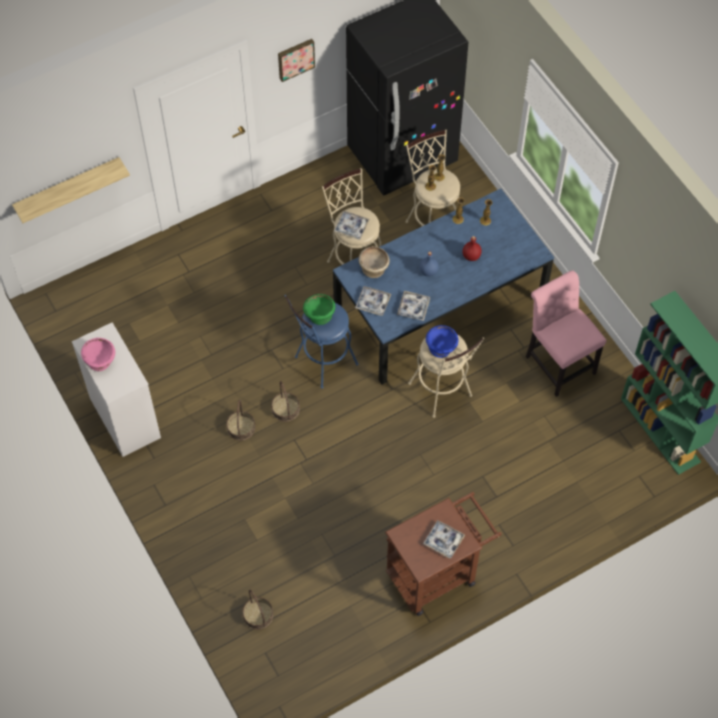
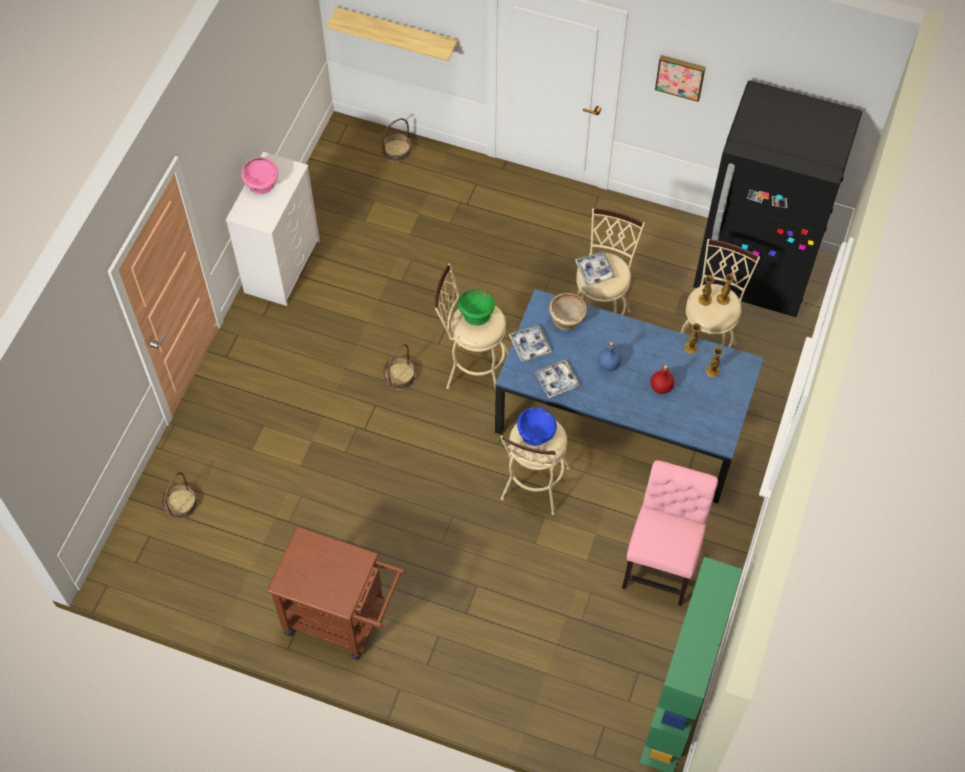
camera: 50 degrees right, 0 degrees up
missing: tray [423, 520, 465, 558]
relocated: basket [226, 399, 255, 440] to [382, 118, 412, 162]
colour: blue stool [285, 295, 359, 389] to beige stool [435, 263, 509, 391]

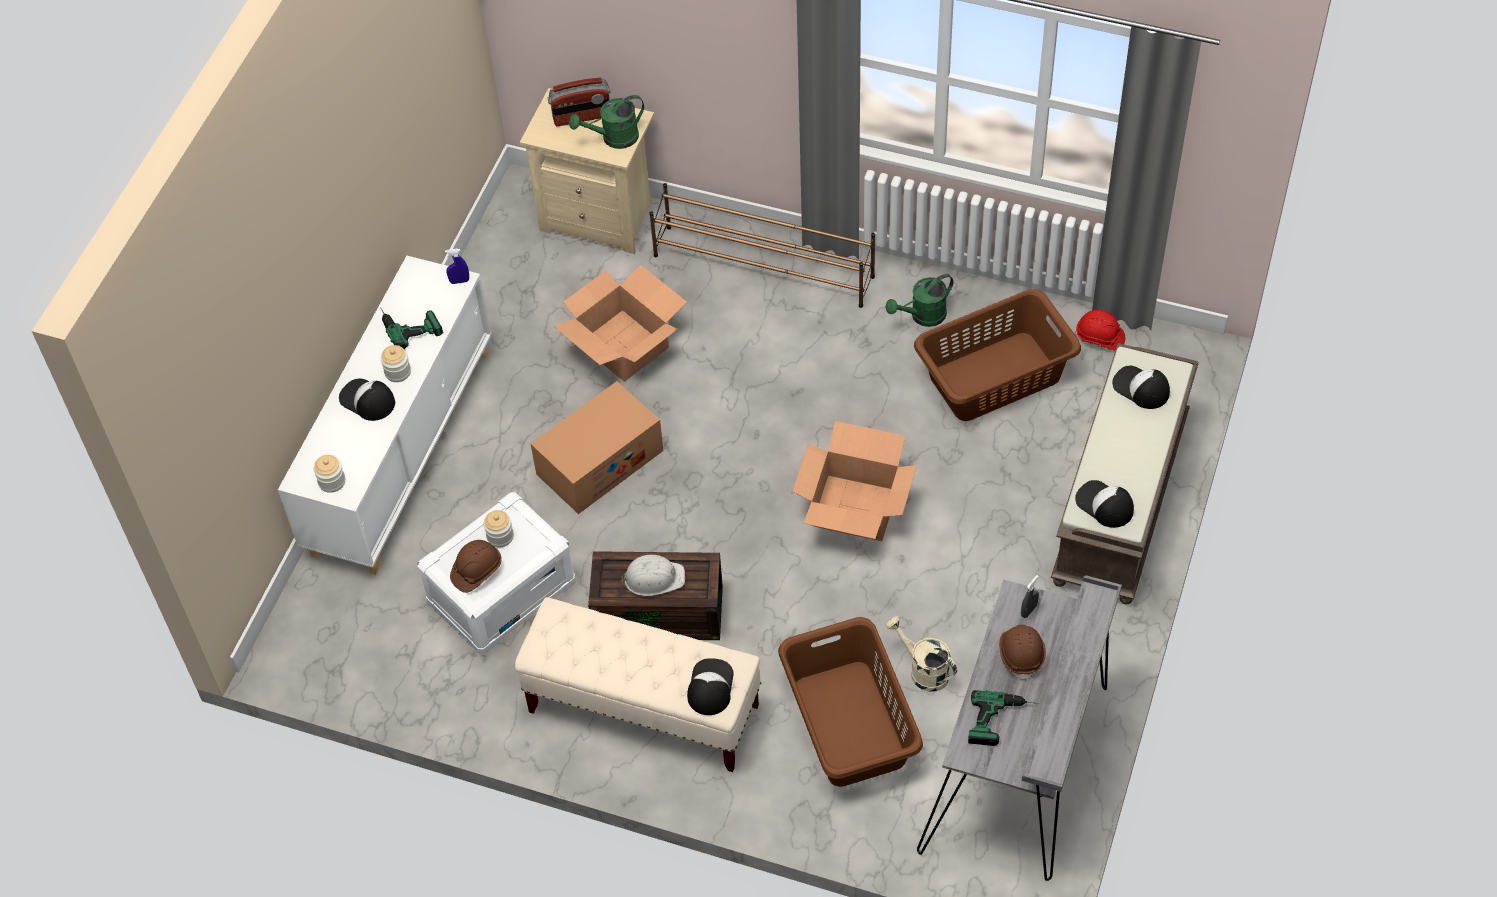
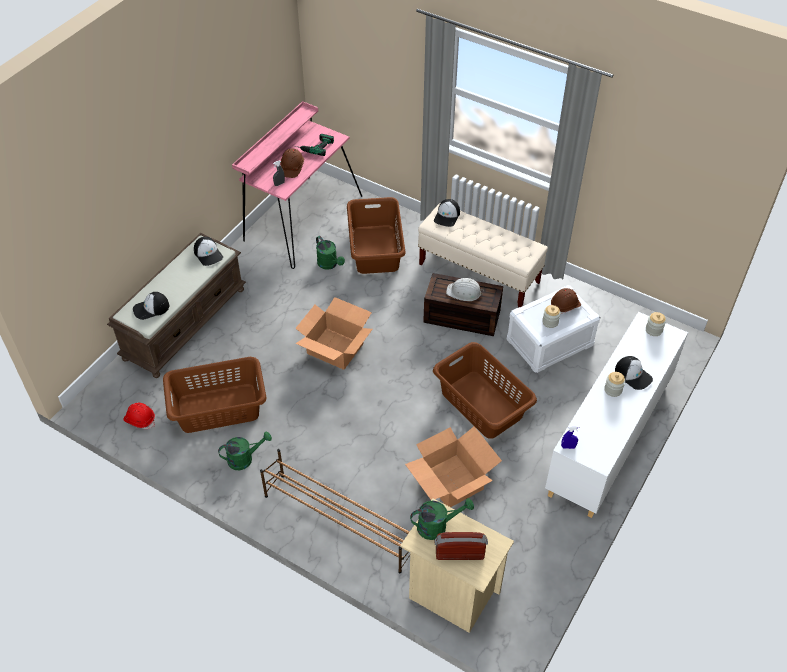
camera: 170 degrees left, 5 degrees down
missing: power drill [380, 307, 443, 349]
exchanged: cardboard box [531, 381, 663, 514] to brown laundry basket [433, 342, 537, 439]
colour: grey desk [917, 575, 1122, 881] to pink desk [232, 101, 362, 269]; beige watering can [886, 616, 957, 692] to green watering can [316, 236, 345, 270]
spun: cap [1112, 366, 1170, 409] = [133, 292, 169, 320] 105 degrees clockwise

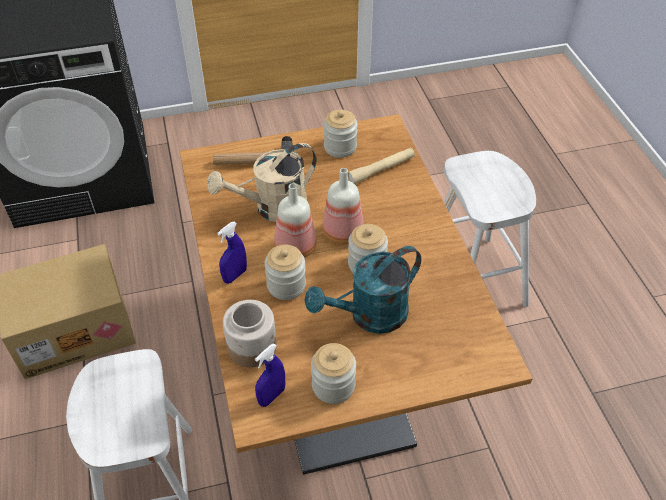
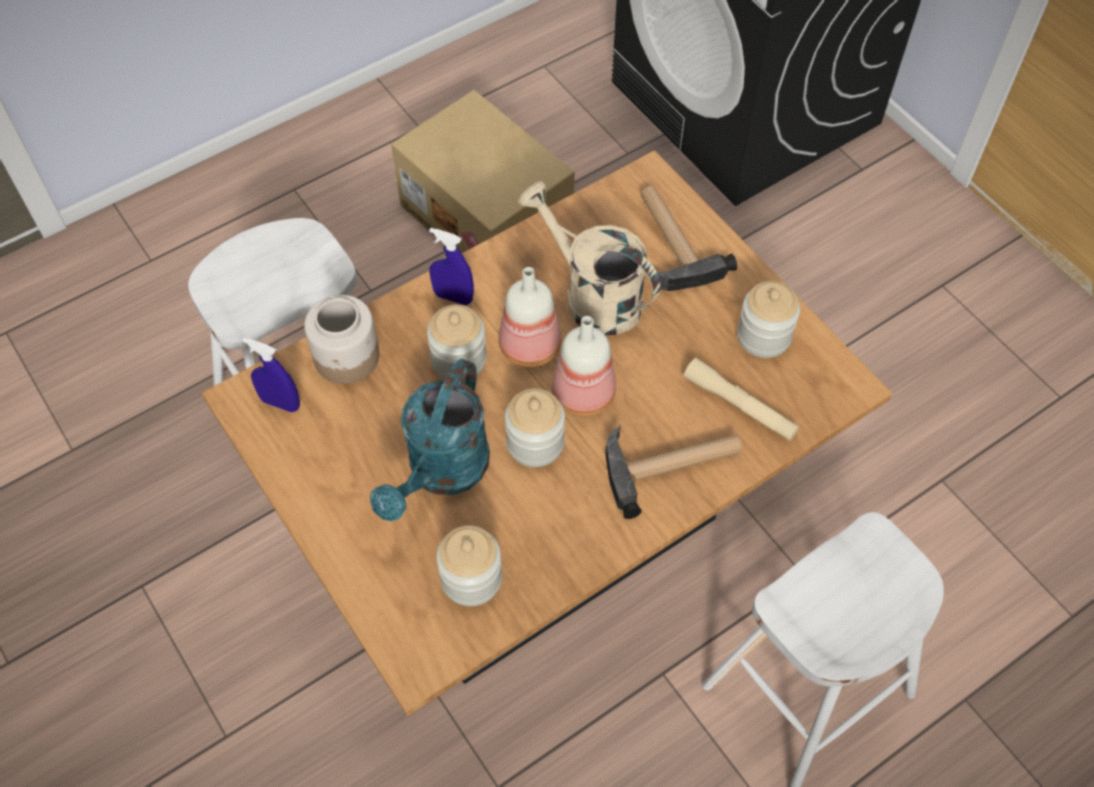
camera: 70 degrees right, 10 degrees up
appeared: hammer [605, 425, 741, 519]
relocated: jar [311, 343, 356, 404] to [436, 525, 502, 606]
spun: turquoise watering can [304, 246, 421, 334] = [370, 359, 490, 521] 105 degrees counterclockwise

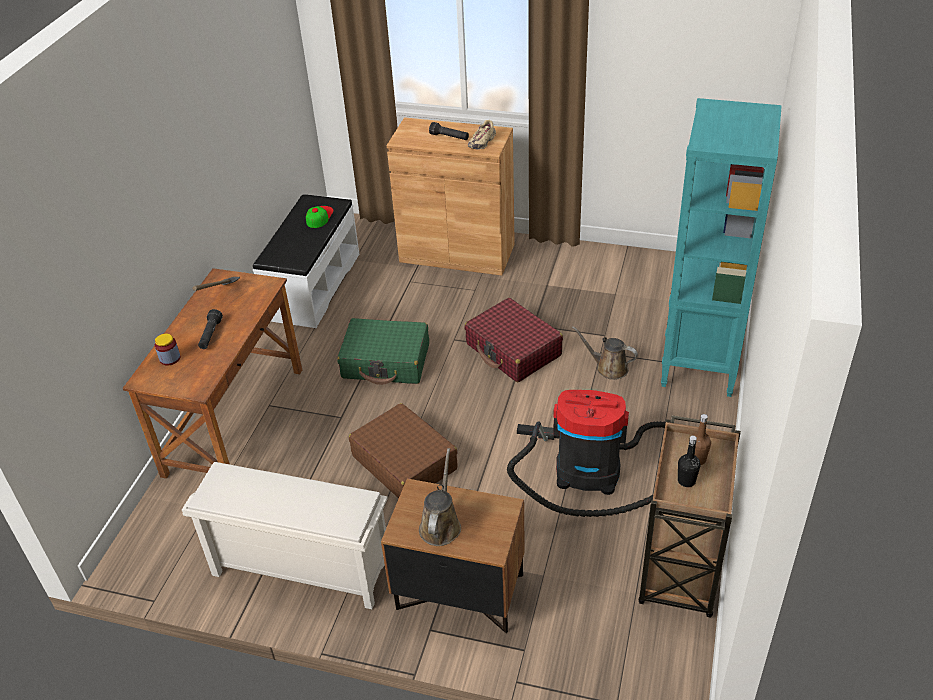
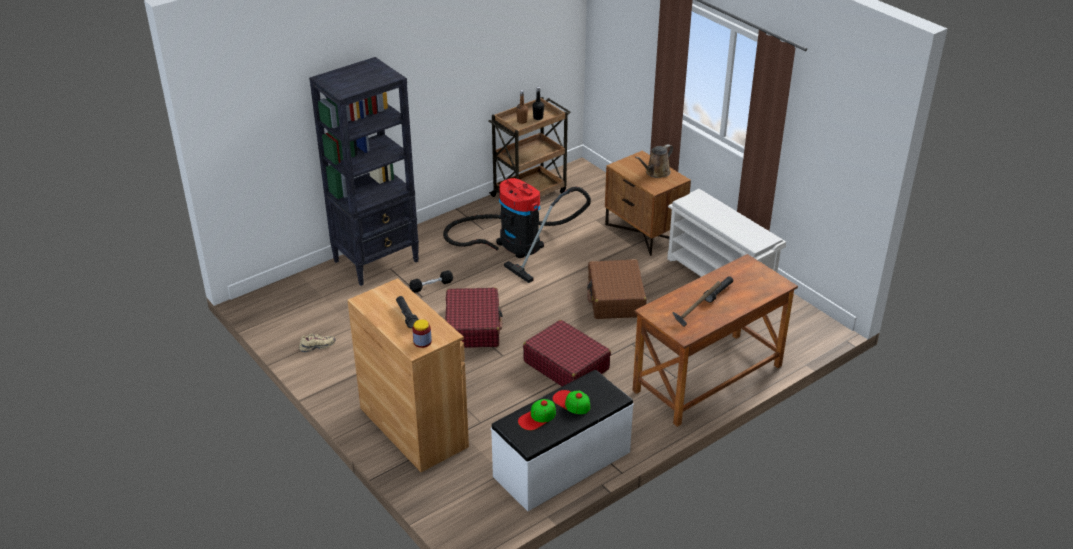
camera: 145 degrees left, 5 degrees down
appeared: cap [553, 390, 590, 414]
relocated: beige shoe [468, 120, 496, 150] to [299, 333, 336, 352]; jar [155, 333, 180, 365] to [412, 320, 432, 348]
exchanged: brown watering can [572, 326, 638, 380] to black dumbbell [409, 270, 453, 293]
colour: turquoise bookcase [661, 98, 782, 397] to black bookcase [309, 57, 419, 286]; green suitcase [337, 318, 429, 385] to red suitcase [523, 320, 611, 386]

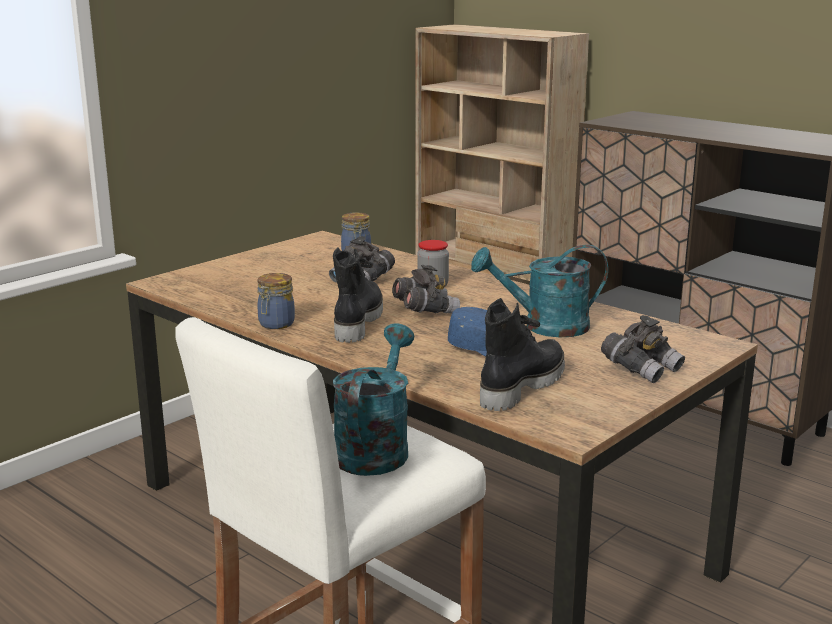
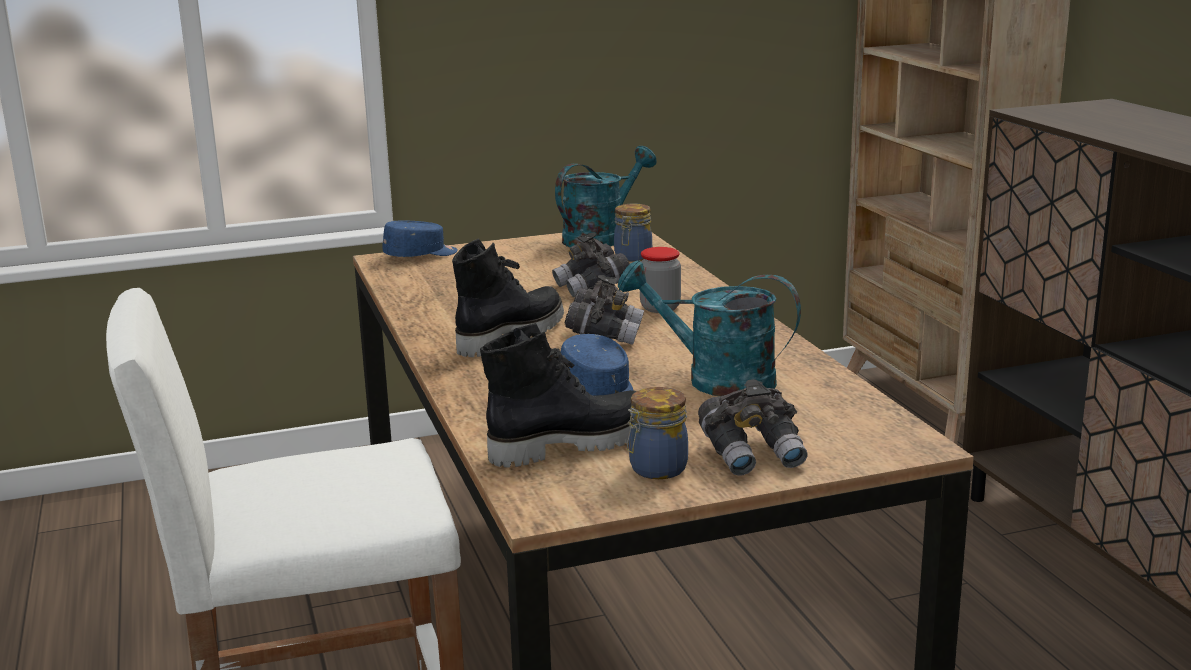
camera: 30 degrees right, 0 degrees up
appeared: blue cap [383, 221, 458, 257]
relocated: turquoise watering can [333, 323, 414, 476] to [555, 146, 657, 247]; jar [257, 273, 295, 329] to [627, 387, 688, 479]

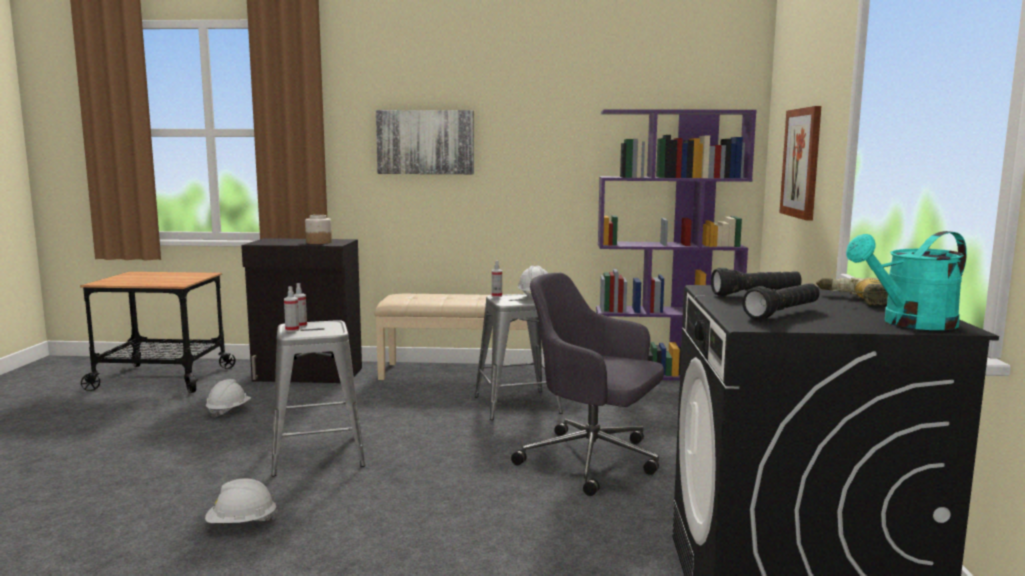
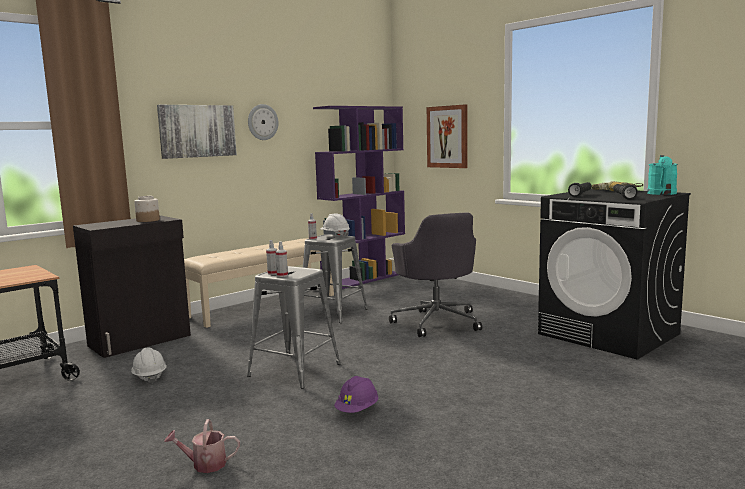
camera: 45 degrees left, 0 degrees up
appeared: watering can [164, 419, 240, 473]; wall clock [248, 104, 279, 140]
colour: white hard hat [205, 478, 277, 523] to purple hard hat [334, 376, 378, 413]
spun: grey office chair [511, 273, 664, 496] = [389, 213, 482, 337] 90 degrees counterclockwise

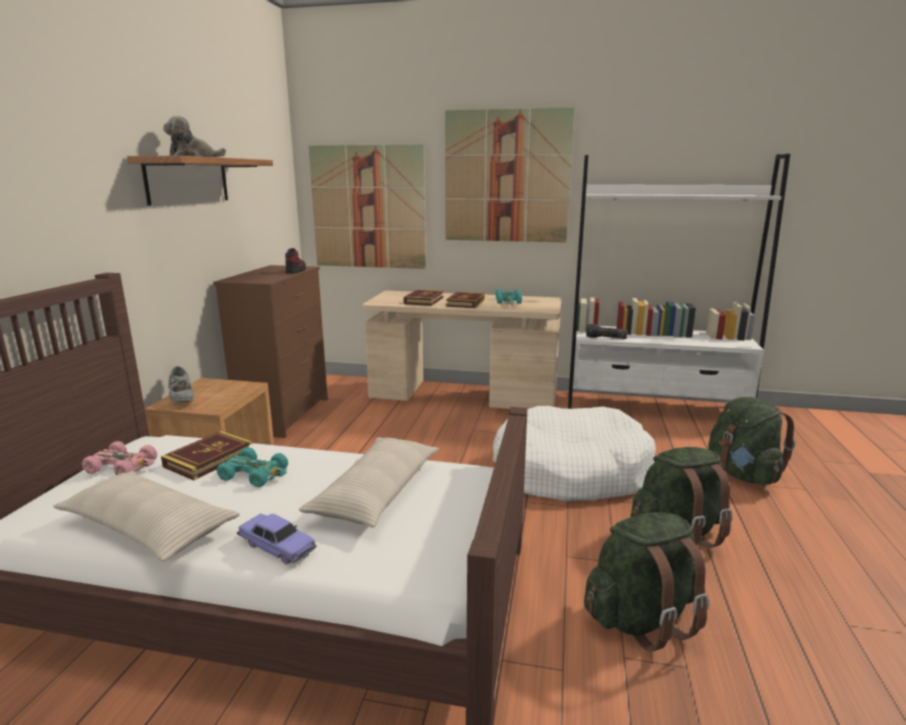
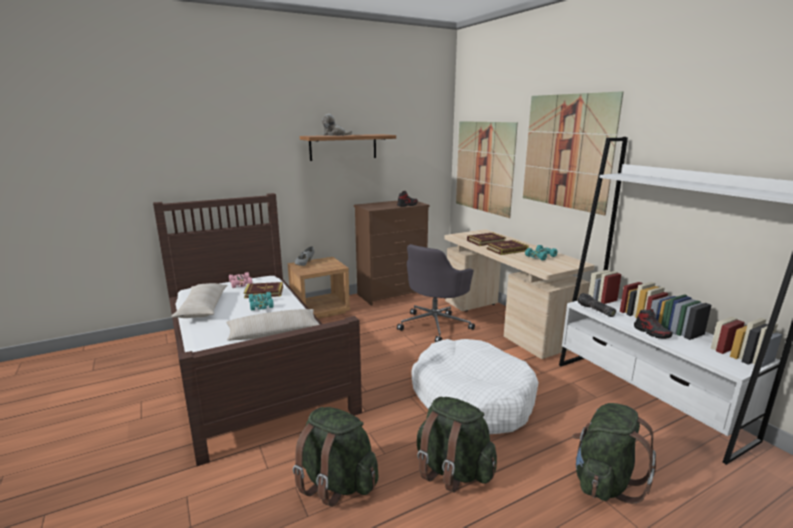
camera: 50 degrees right, 0 degrees up
missing: toy car [237, 514, 317, 565]
appeared: grey office chair [397, 244, 475, 342]; shoe [634, 309, 673, 339]

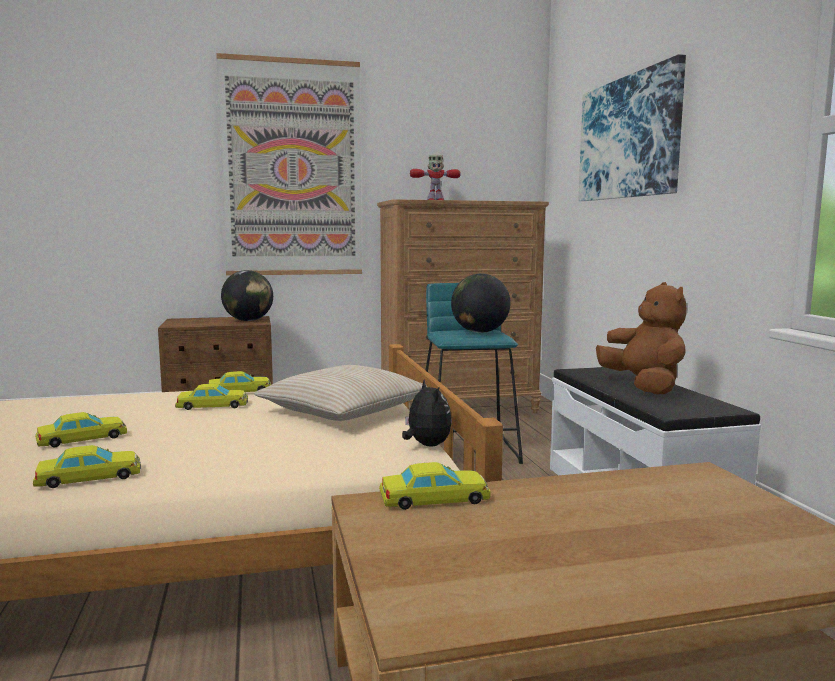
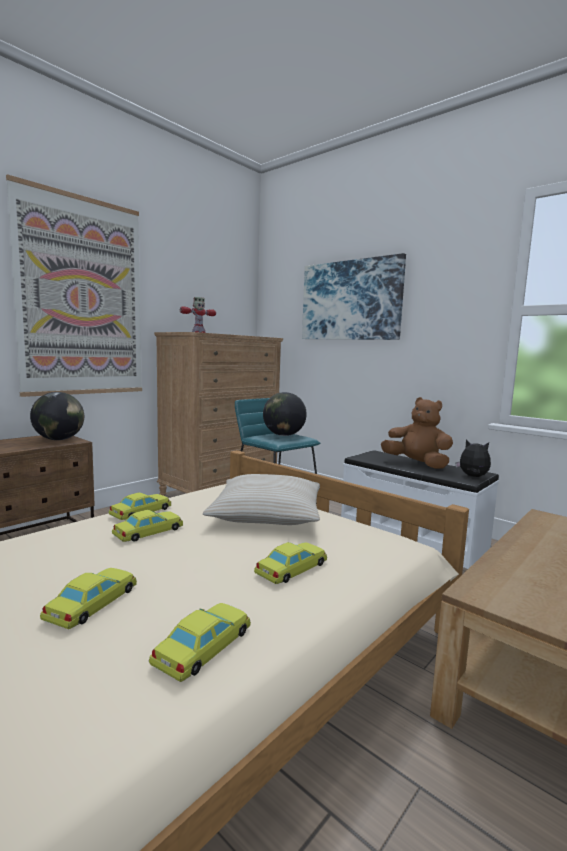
camera: 35 degrees left, 0 degrees up
relocated: yellow toy car [379, 462, 491, 510] to [254, 542, 327, 584]; plush toy [402, 379, 452, 446] to [456, 439, 491, 477]

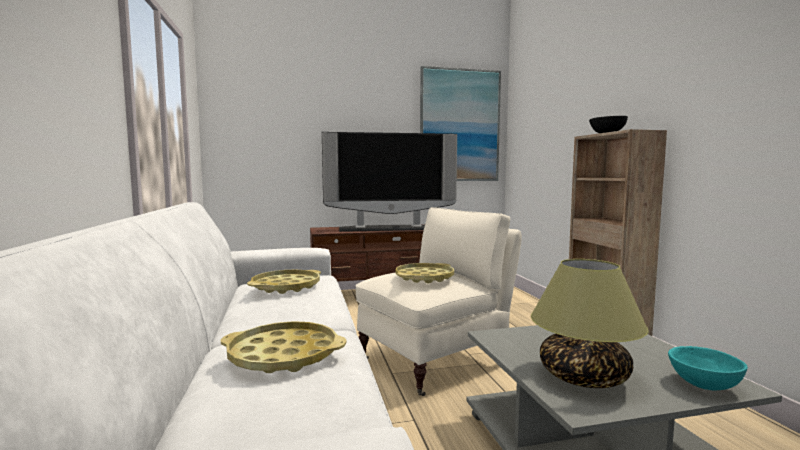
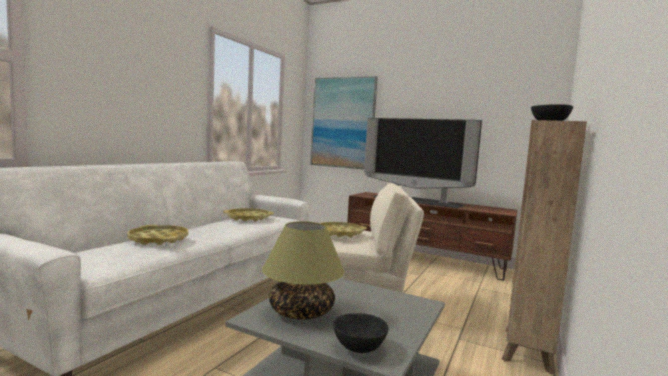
camera: 40 degrees right, 0 degrees up
relocated: picture [420, 66, 501, 181] to [310, 76, 378, 170]
colour: turquoise bowl [668, 346, 748, 390] to black bowl [333, 313, 388, 353]

